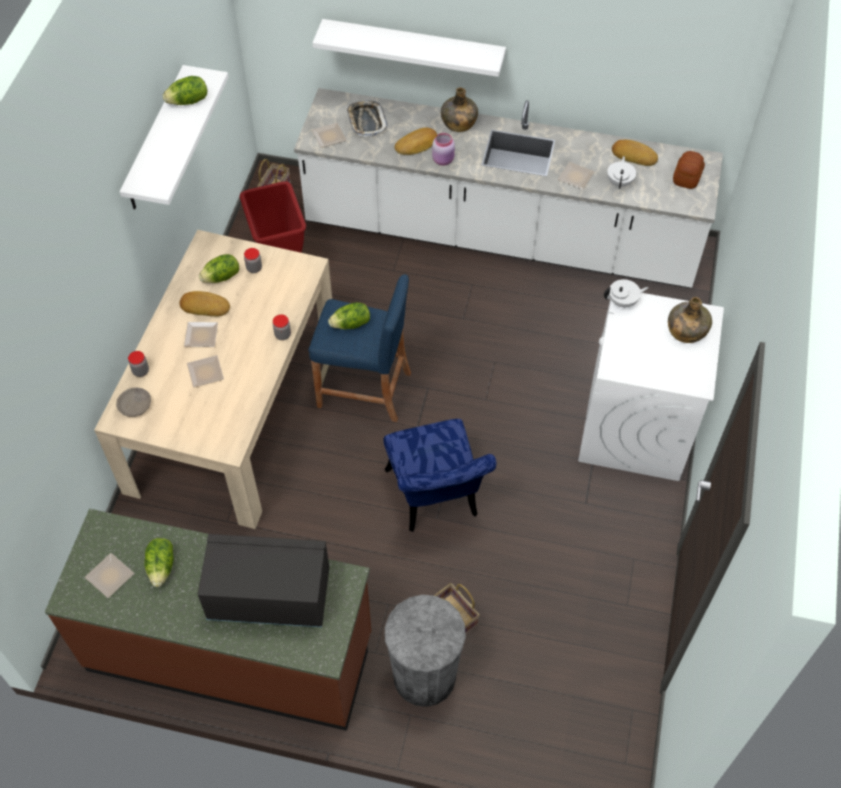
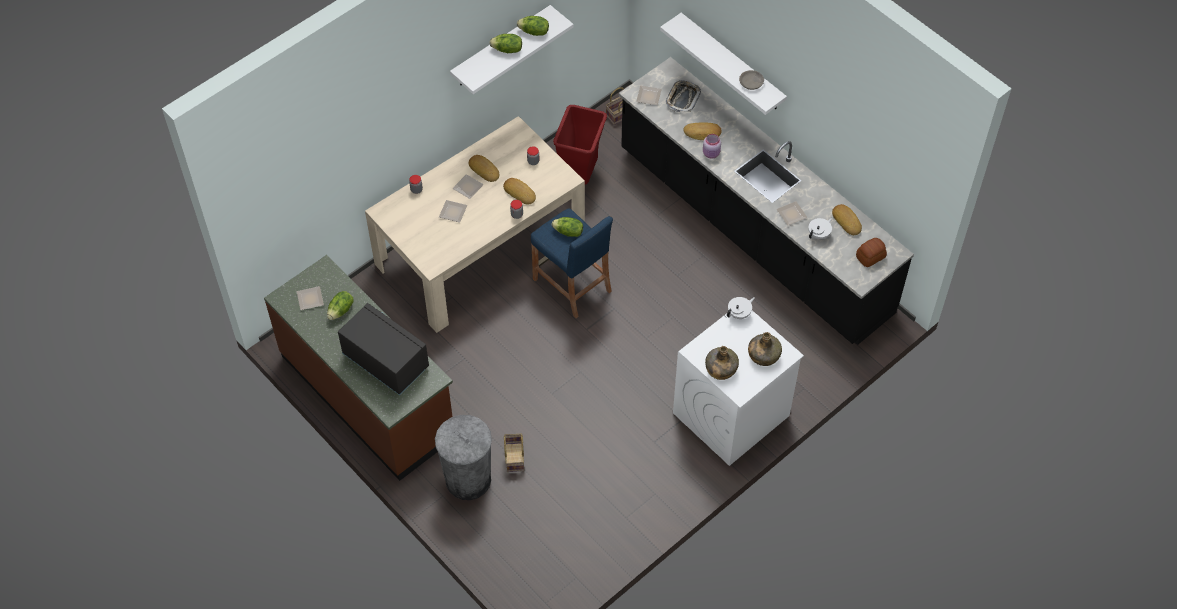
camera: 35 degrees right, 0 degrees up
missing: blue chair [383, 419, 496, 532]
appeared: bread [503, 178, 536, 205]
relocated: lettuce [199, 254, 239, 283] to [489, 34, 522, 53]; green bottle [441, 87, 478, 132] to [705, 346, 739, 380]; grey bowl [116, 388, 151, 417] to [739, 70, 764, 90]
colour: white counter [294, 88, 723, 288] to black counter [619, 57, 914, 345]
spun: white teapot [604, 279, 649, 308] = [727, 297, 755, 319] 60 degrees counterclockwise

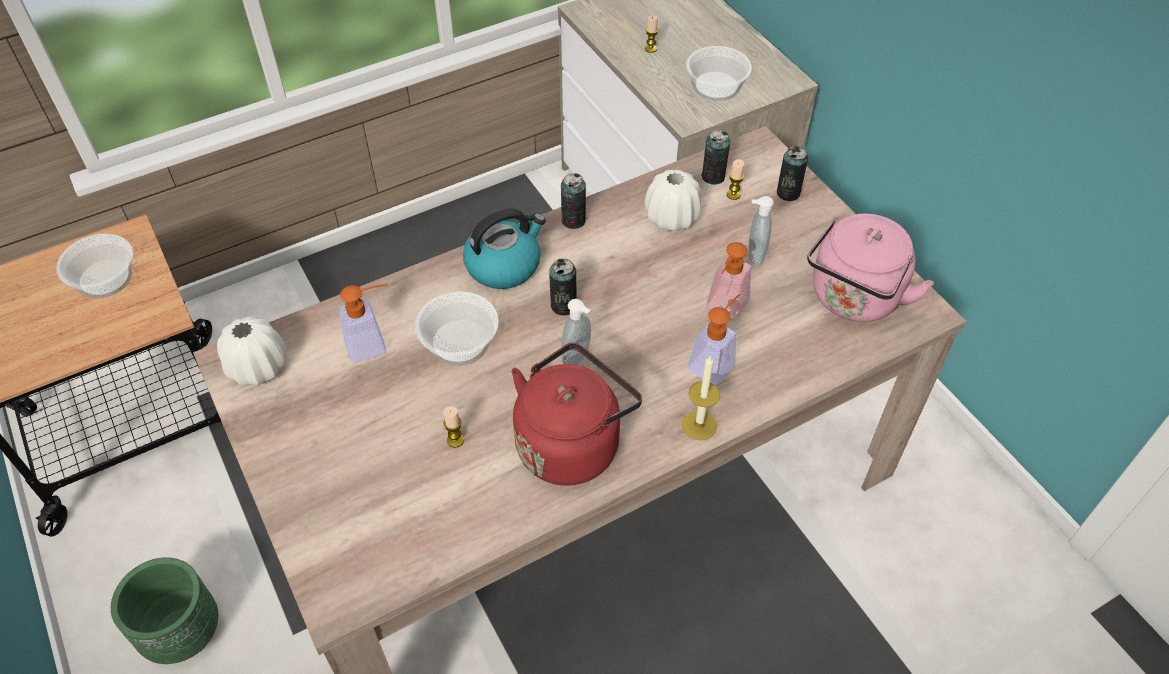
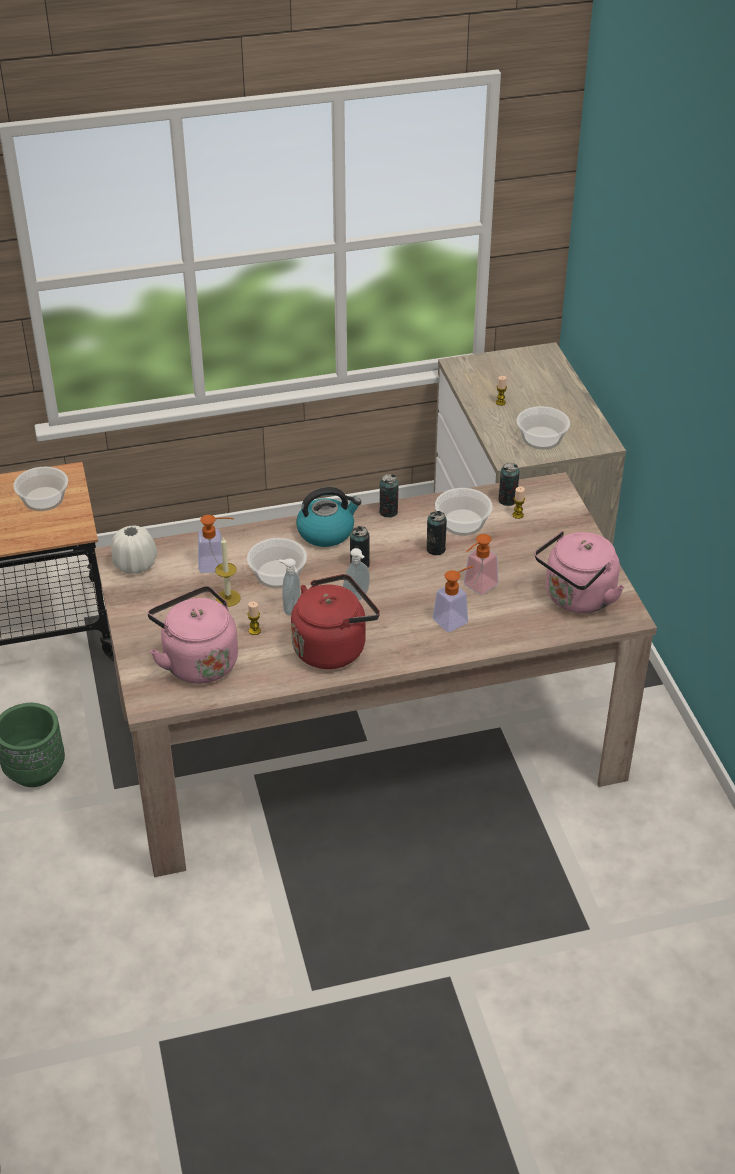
camera: 15 degrees right, 10 degrees down
appeared: pink kettle [148, 586, 238, 684]
relocated: candle [682, 355, 720, 440] to [215, 537, 241, 607]; soap dispenser [749, 196, 774, 266] to [279, 559, 301, 615]; can [777, 146, 808, 201] to [427, 511, 447, 555]
exchanged: white vase [644, 170, 701, 231] to bowl [435, 488, 493, 536]

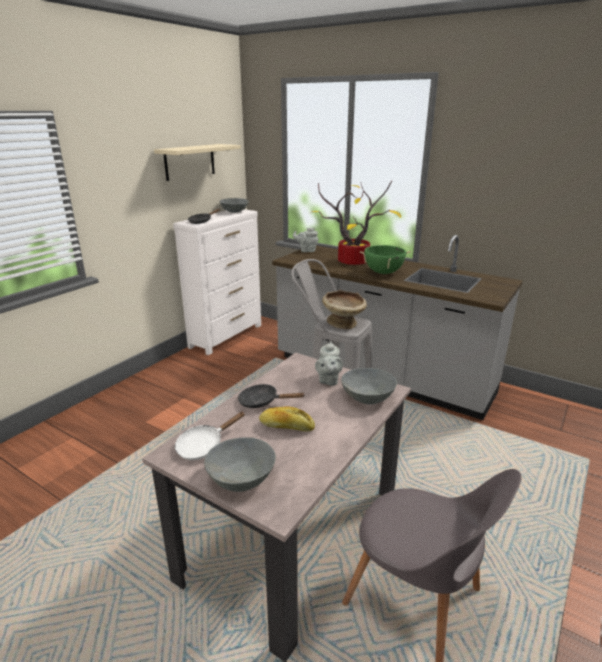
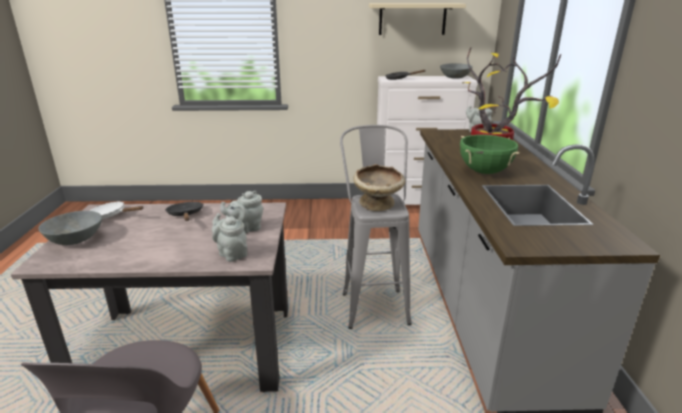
camera: 55 degrees right, 0 degrees up
missing: bread [259, 407, 315, 431]
exchanged: grey bowl [341, 368, 397, 405] to grey teapot [212, 213, 247, 262]

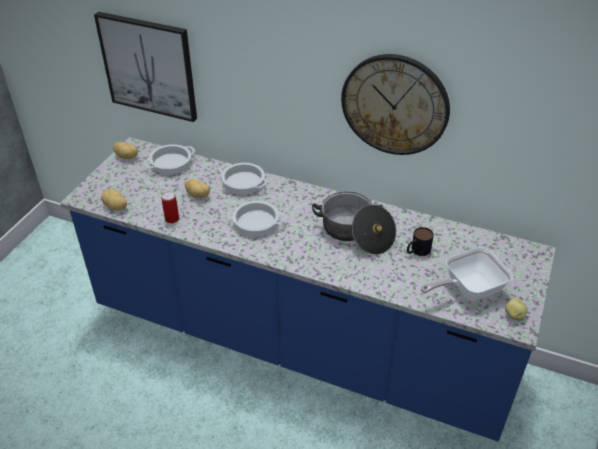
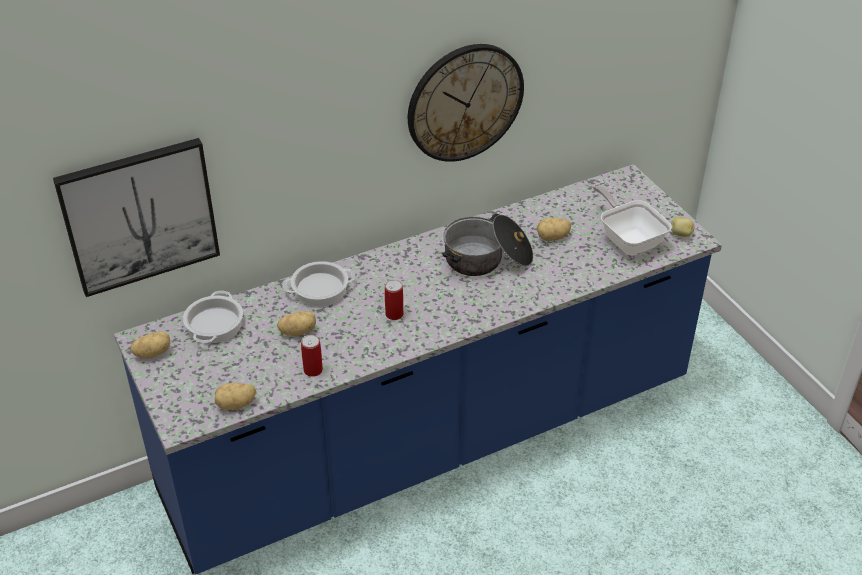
camera: 50 degrees left, 0 degrees up
exchanged: cooking pot [227, 201, 285, 237] to can [385, 280, 403, 320]; mug [407, 227, 434, 256] to potato [537, 218, 571, 241]
spun: frying pan [421, 247, 513, 301] = [593, 184, 672, 255] 135 degrees clockwise

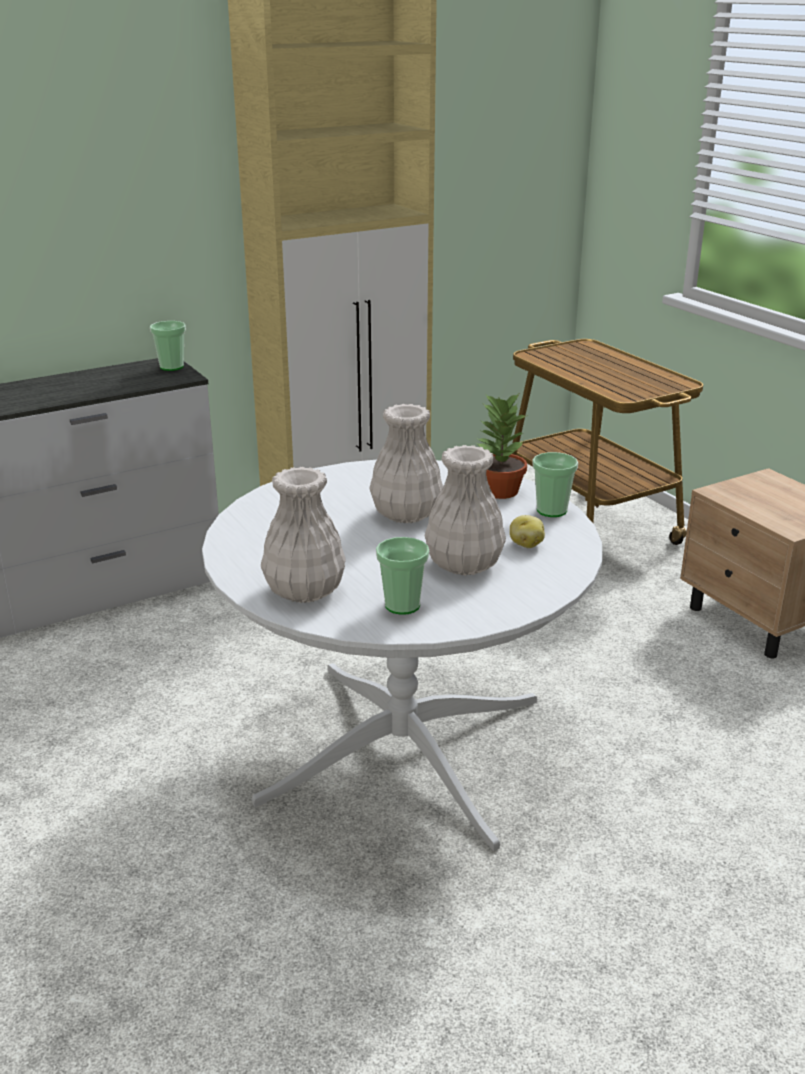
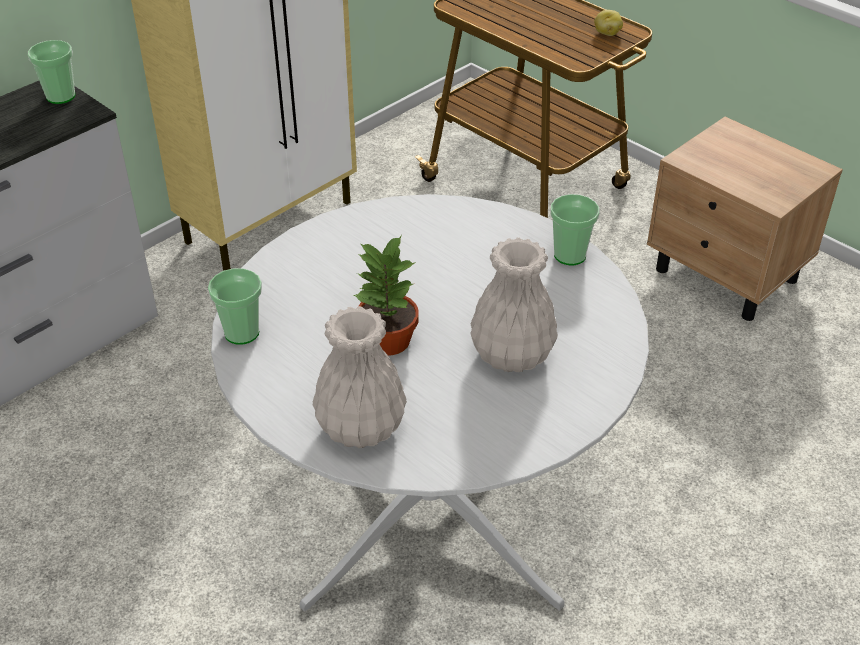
camera: 15 degrees left, 15 degrees up
missing: white vase [369, 404, 443, 523]
relocated: cup [376, 537, 429, 615] to [208, 268, 262, 345]; potted plant [476, 394, 528, 499] to [354, 235, 419, 355]; potato [510, 515, 545, 548] to [594, 10, 623, 36]

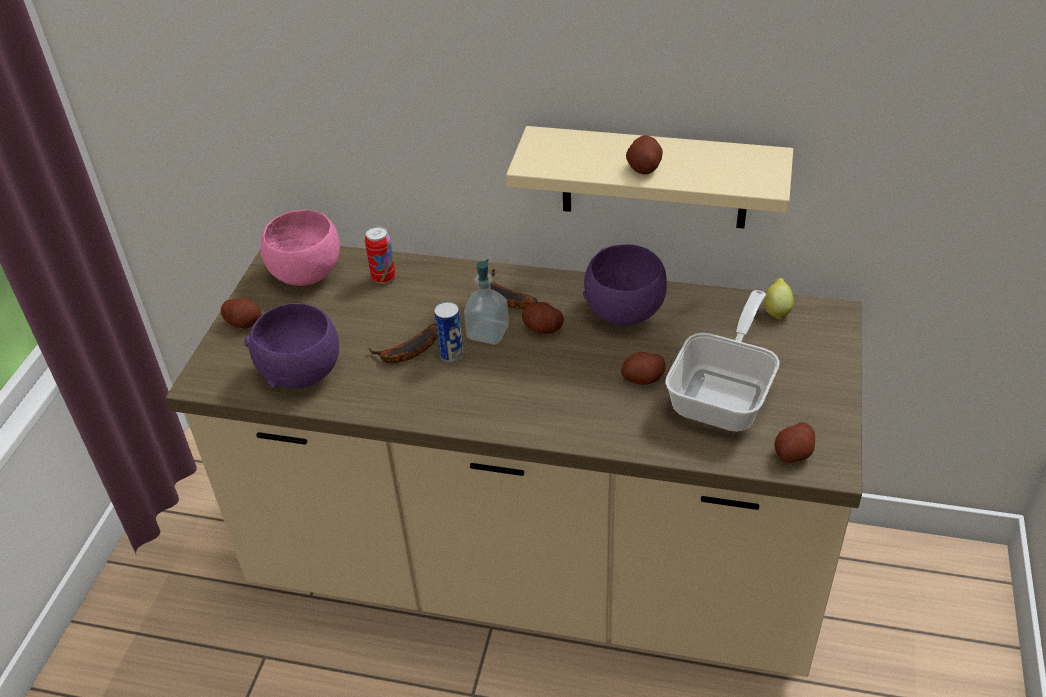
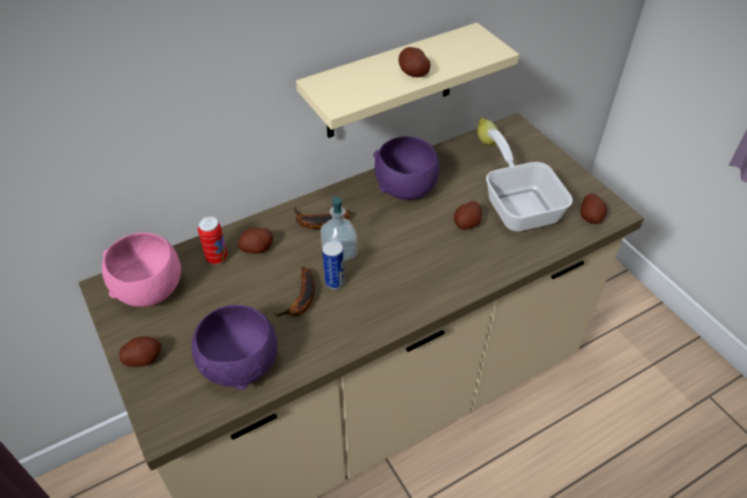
camera: 45 degrees left, 5 degrees up
relocated: potato [522, 302, 564, 334] to [238, 228, 273, 254]

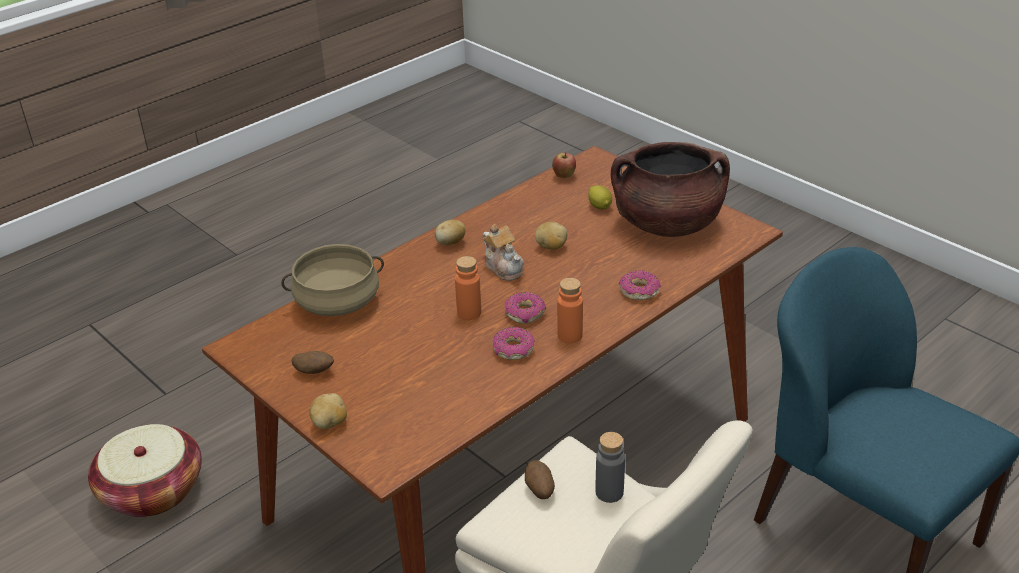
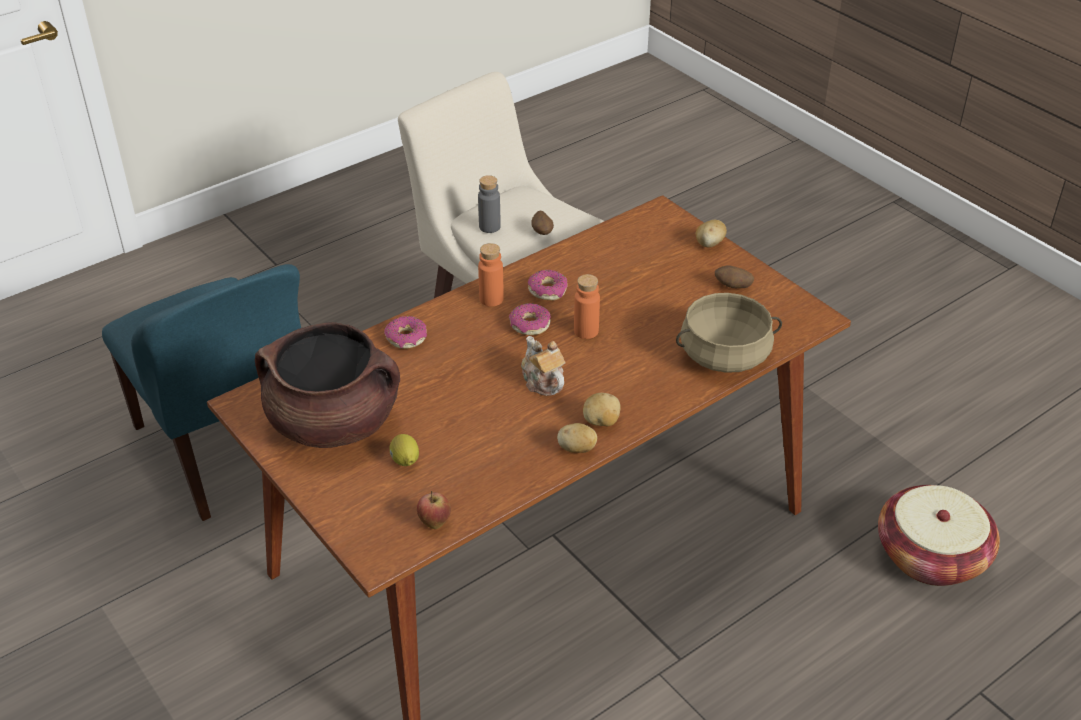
camera: 175 degrees left, 5 degrees up
relocated: potato [535, 222, 567, 250] to [557, 423, 597, 453]

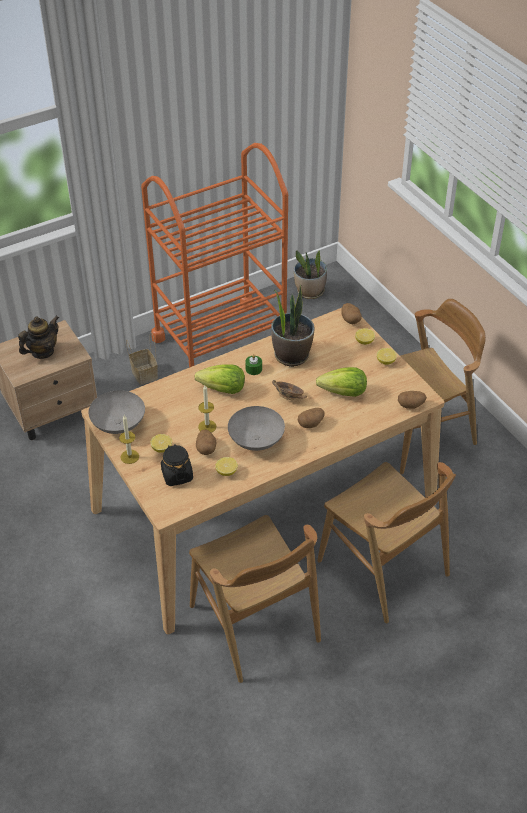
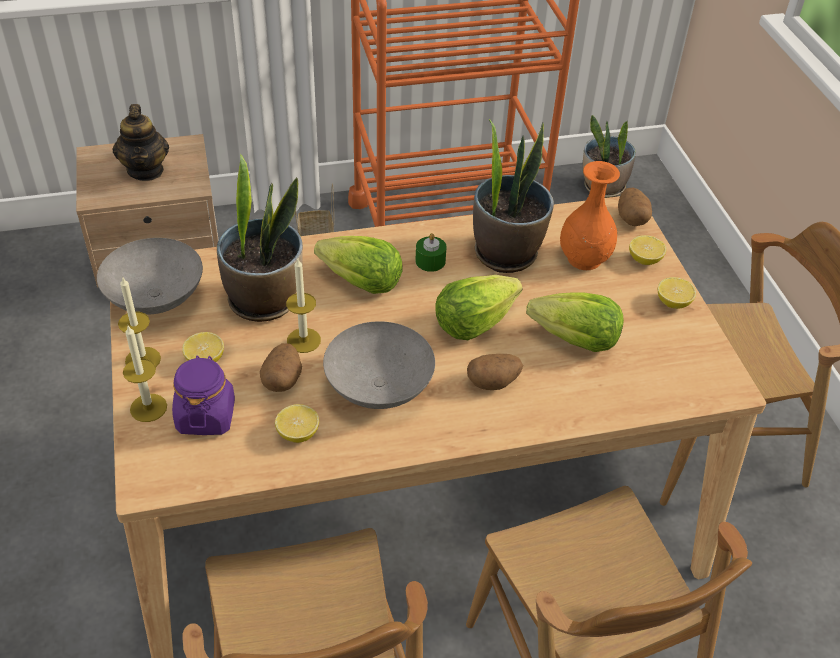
camera: 15 degrees right, 0 degrees up
missing: potato [398, 391, 427, 409]
appeared: candle [123, 326, 167, 422]; potted plant [217, 154, 303, 322]; orange vase [560, 161, 620, 270]
exchanged: bowl [272, 380, 307, 400] to lettuce [435, 275, 523, 340]
colour: black jar [161, 444, 193, 486] to purple jar [172, 355, 235, 435]
spun: teapot [18, 316, 59, 359] = [112, 104, 169, 181] 105 degrees clockwise

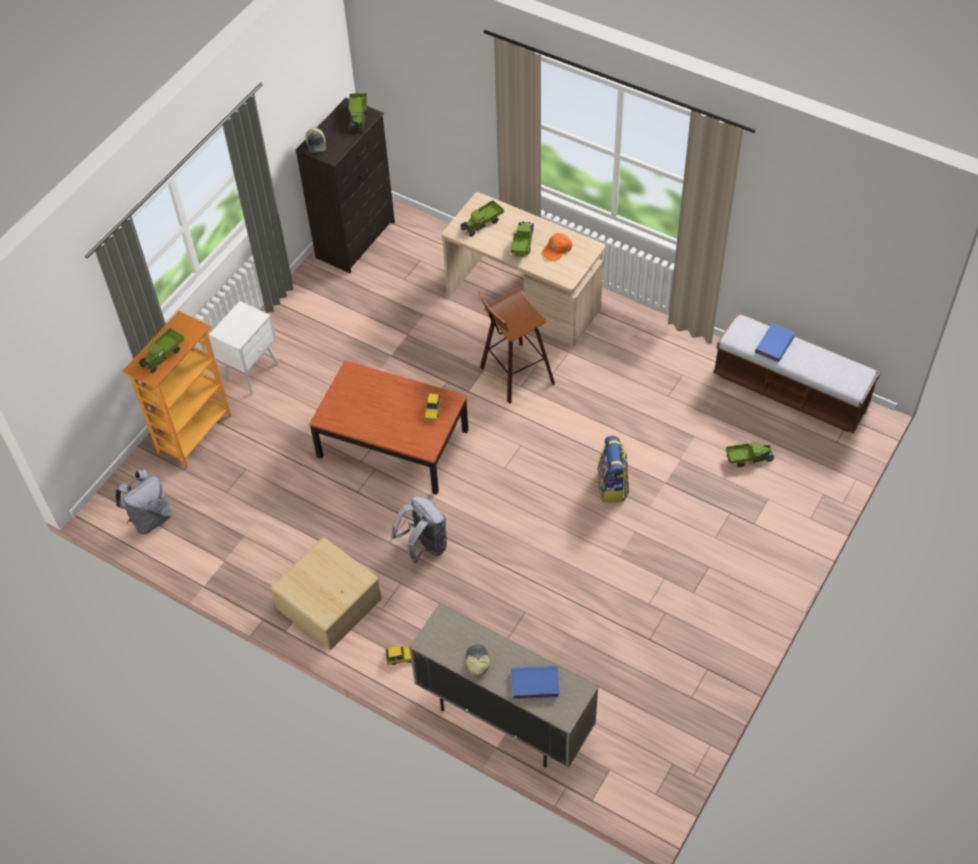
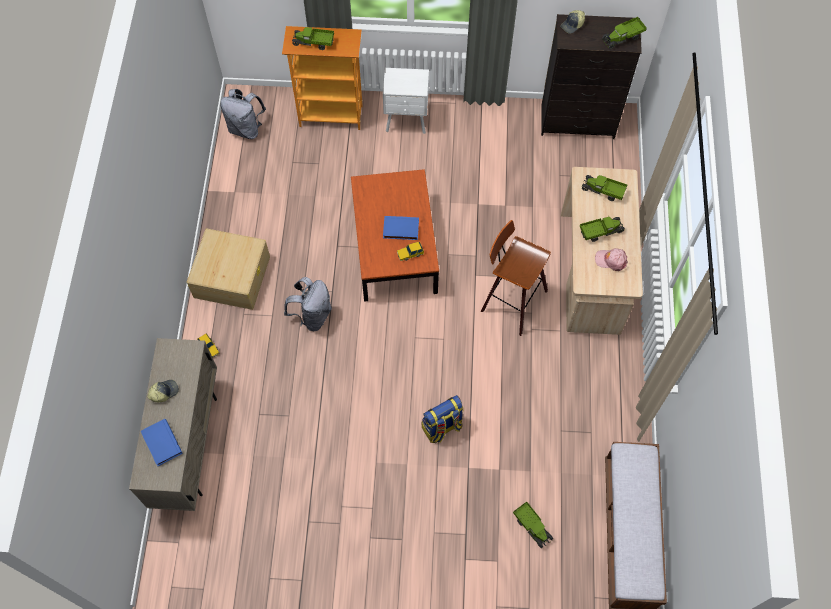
camera: 60 degrees right, 10 degrees up
relocated: blue book [755, 323, 795, 362] to [383, 216, 419, 240]
colour: orange cap [541, 233, 572, 261] to pink cap [595, 248, 628, 271]

